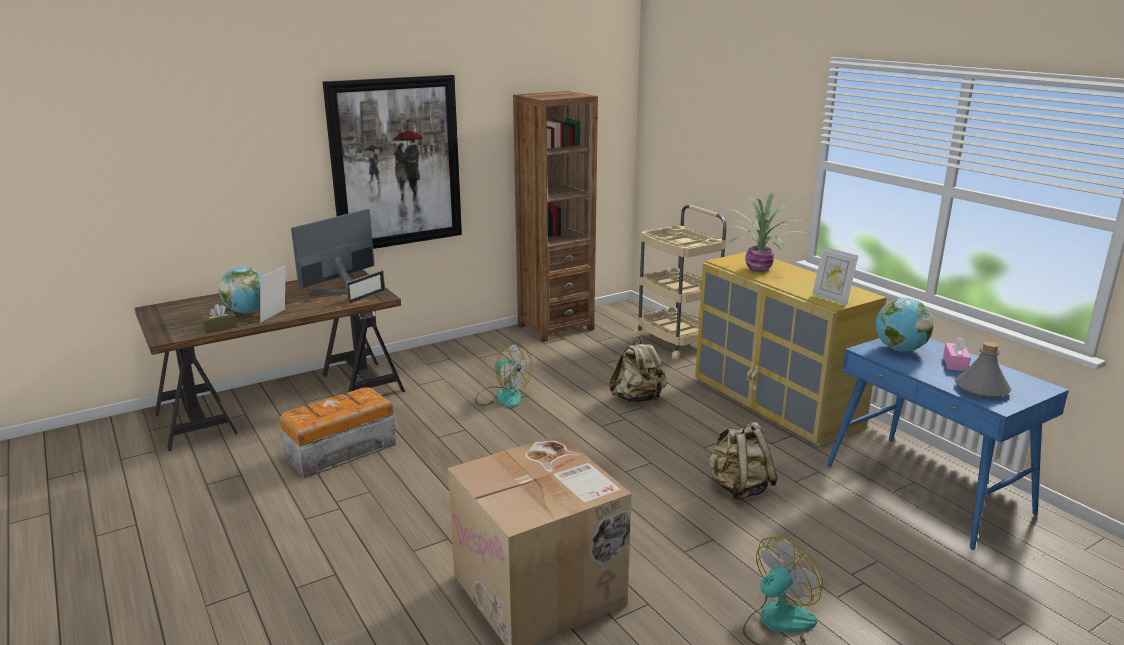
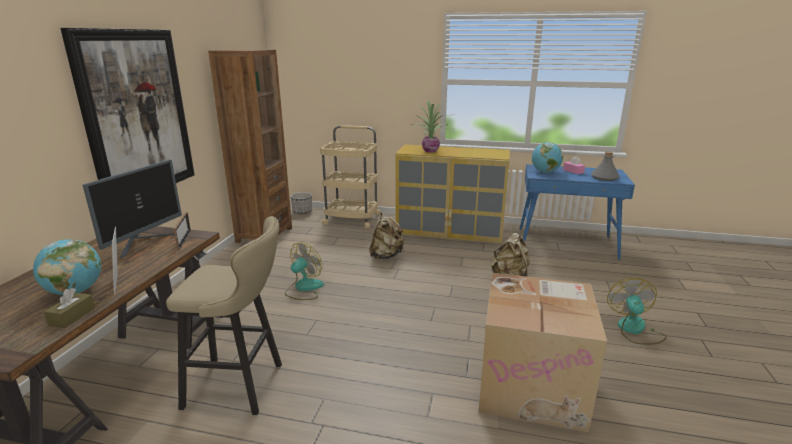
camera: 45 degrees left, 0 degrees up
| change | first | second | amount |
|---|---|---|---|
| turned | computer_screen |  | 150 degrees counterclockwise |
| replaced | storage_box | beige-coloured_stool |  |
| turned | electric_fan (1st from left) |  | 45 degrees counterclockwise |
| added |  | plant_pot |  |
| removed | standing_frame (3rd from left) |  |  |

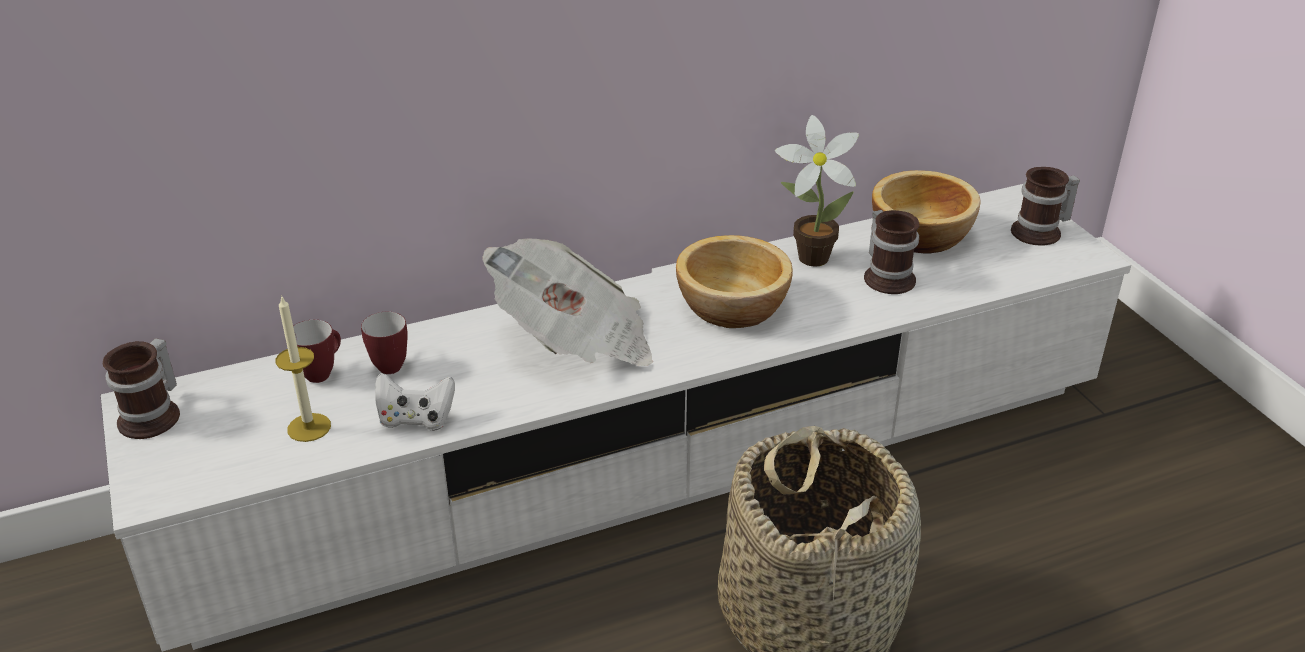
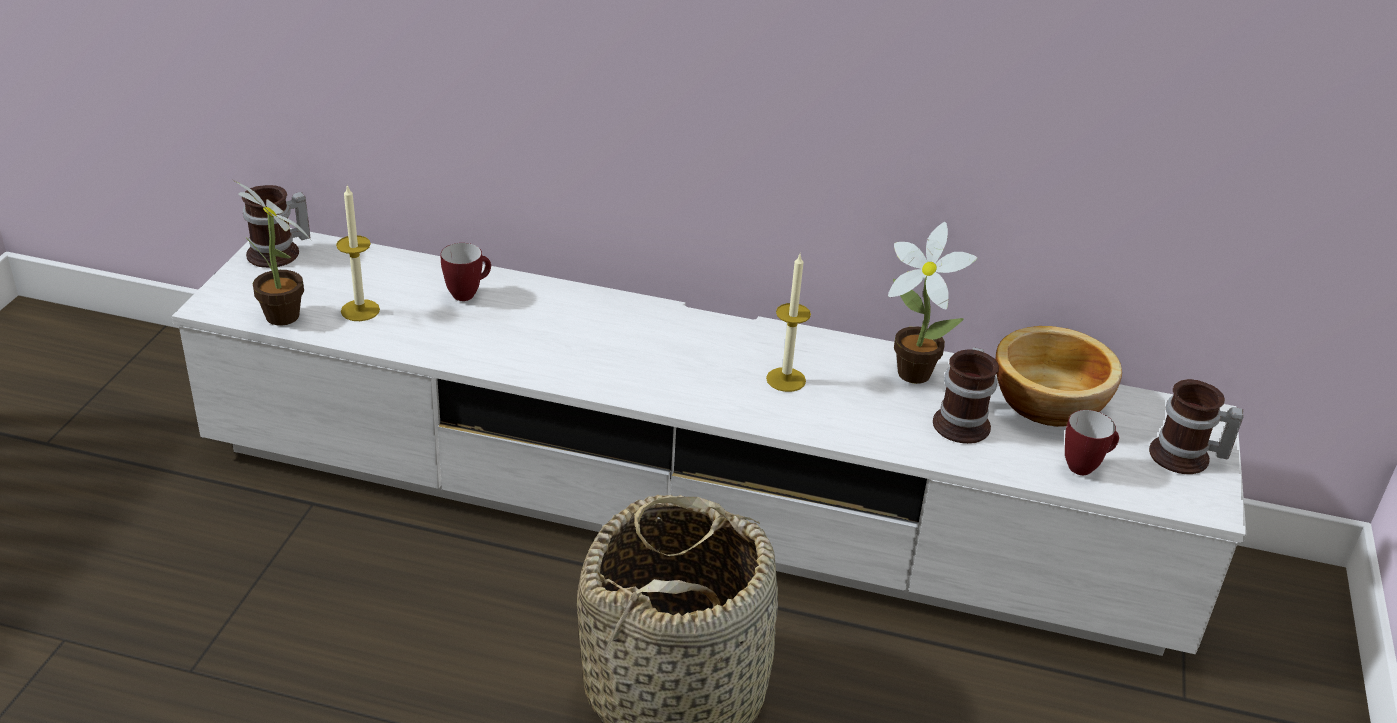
camera: 35 degrees right, 0 degrees up
| change | first | second | amount |
|---|---|---|---|
| added |  | houseplant (1st from left) |  |
| replaced | deep_dish (1st from left) | candle (2nd from left) |  |
| moved | coffee_mug (2nd from left in the first image) | coffee_mug (4th from left) |  |
| removed | white_game_controller |  |  |
| removed | daily_paper |  |  |

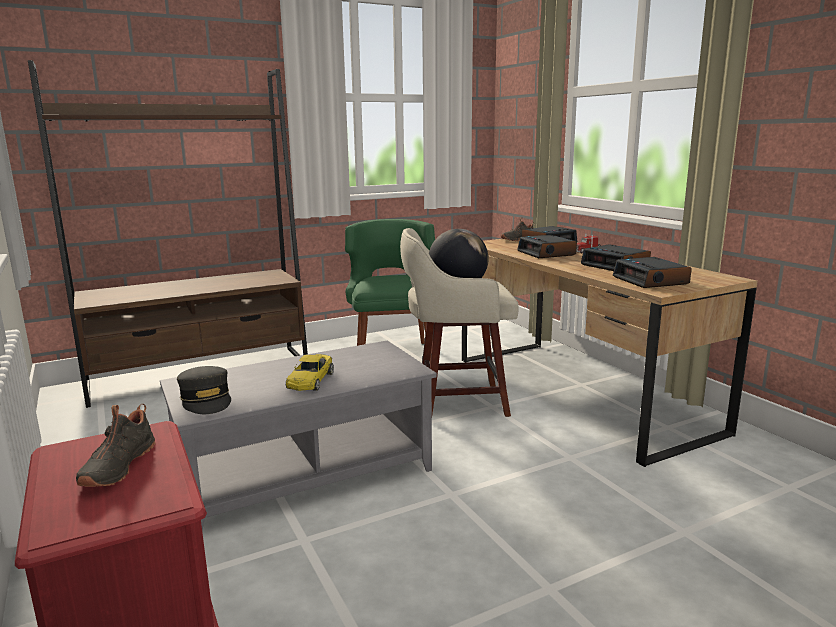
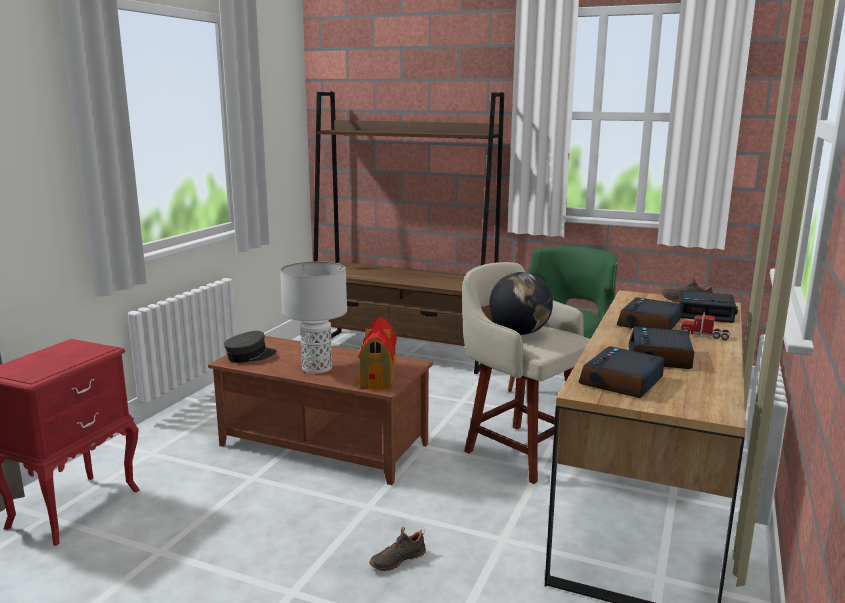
camera: 50 degrees right, 0 degrees up
| change | first | second | amount |
|---|---|---|---|
| recoloured | gray_lounge_table | brownish_lounge_table |  |
| turned | gray_cap |  | 150 degrees counterclockwise |
| replaced | yellow-coloured_model_car | white_tabletop_lamp |  |
| added |  | toy_house |  |
| moved | black-coloured_shoe (1st from left) |  |  |

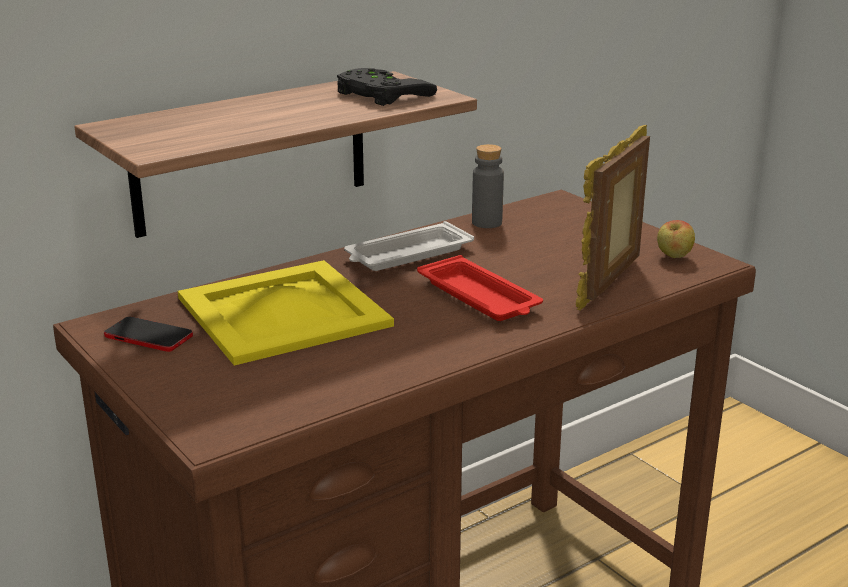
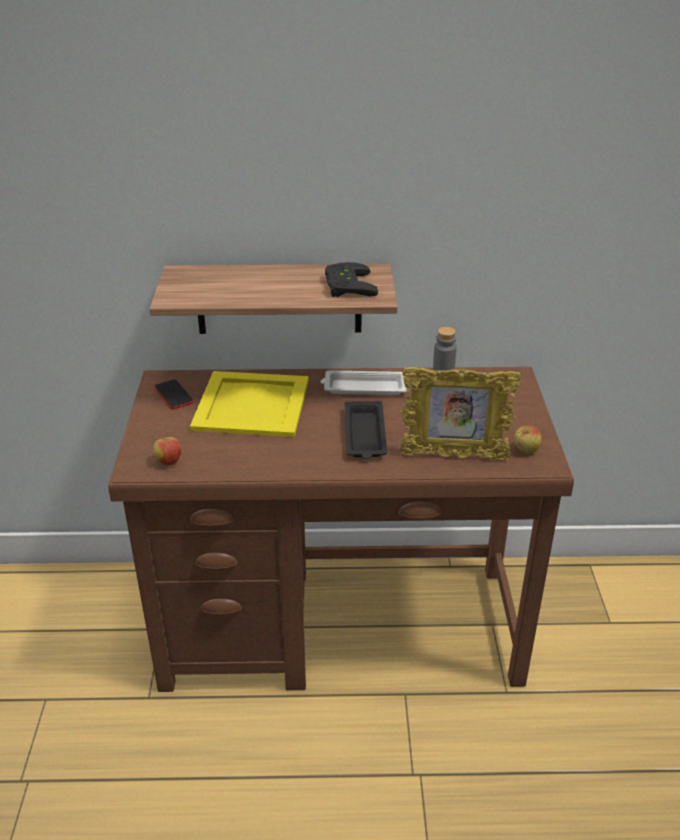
camera: 35 degrees right, 10 degrees up
| change | first | second | amount |
|---|---|---|---|
| added |  | apple_fruit (1st from left) |  |
| recoloured | red-coloured_tray | black-coloured_tray |  |
| turned | standing_frame |  | 150 degrees counterclockwise |

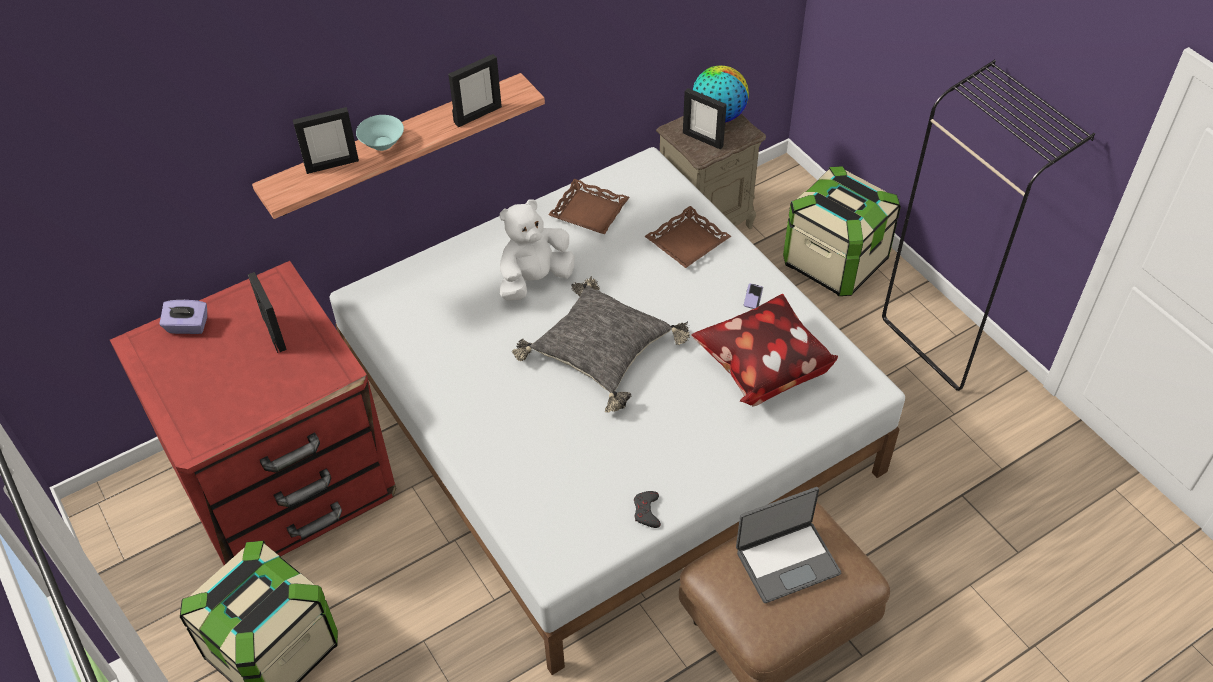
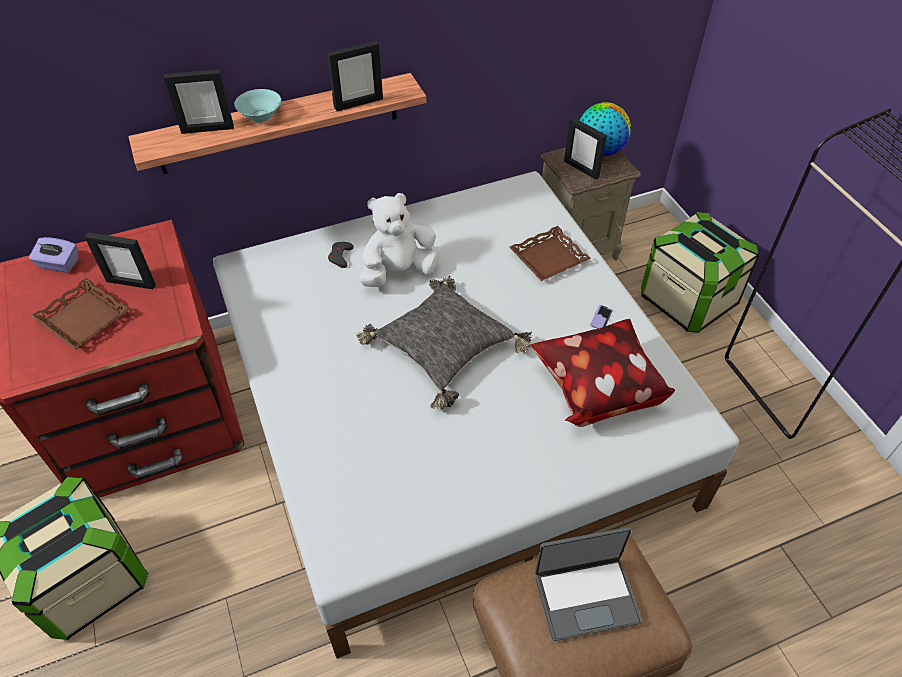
camera: 10 degrees right, 0 degrees up
| change | first | second | amount |
|---|---|---|---|
| moved | brownish_tray (1st from left) |  |  |
| turned | standing_frame (1st from left) |  | 120 degrees clockwise |
| moved | gray_game_controller |  |  |

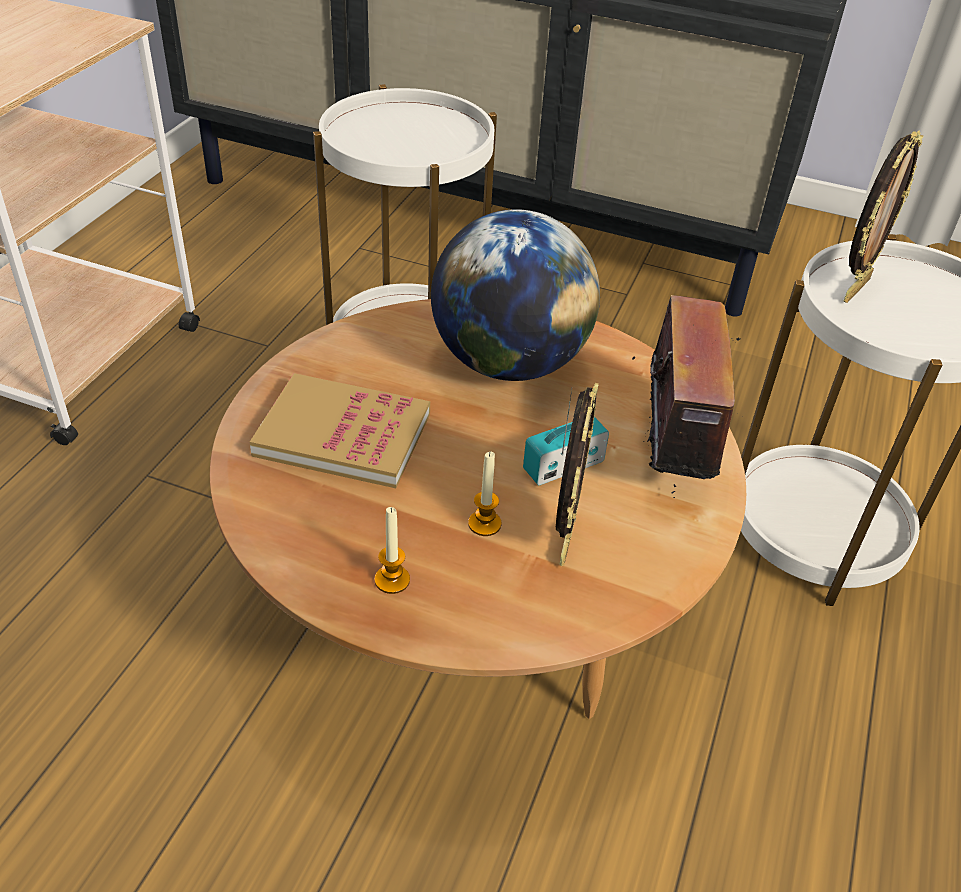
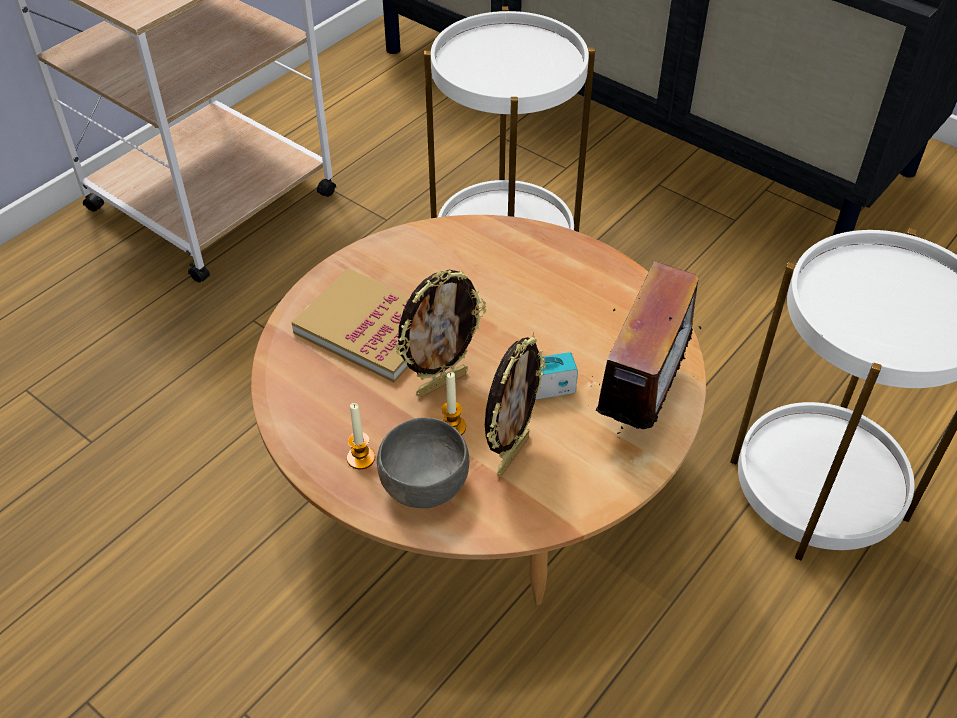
camera: 20 degrees right, 5 degrees up
| change | first | second | amount |
|---|---|---|---|
| added |  | gray_deep_dish |  |
| moved | standing_frame (2nd from left in the first image) | standing_frame (1st from left) |  |
| removed | globe |  |  |

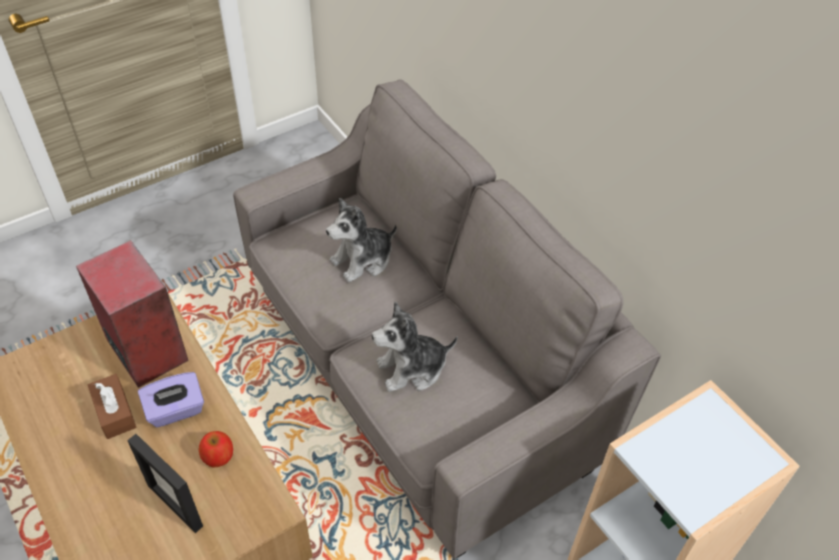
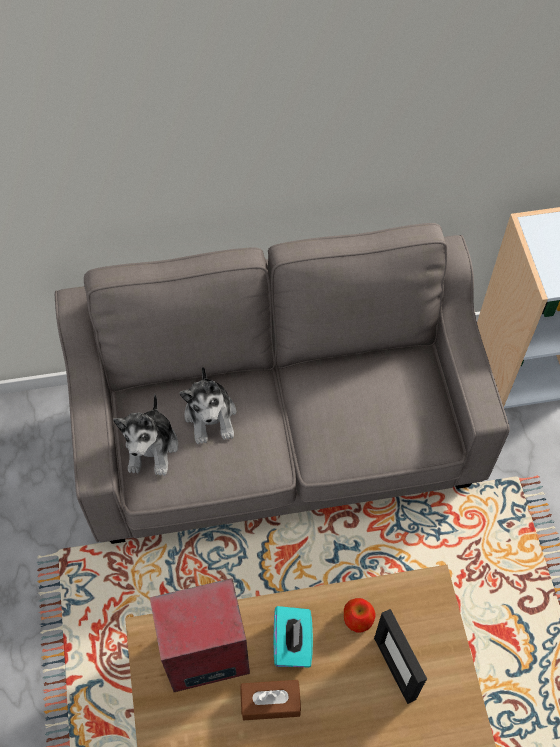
camera: 65 degrees left, 10 degrees up
| change | first | second | amount |
|---|---|---|---|
| moved | soft_toy (2nd from left in the first image) | soft_toy (1st from left) |  |
| recoloured | purple-coloured_tissue_box | turquoise-coloured_tissue_box |  |
| turned | standing_frame |  | 90 degrees clockwise |

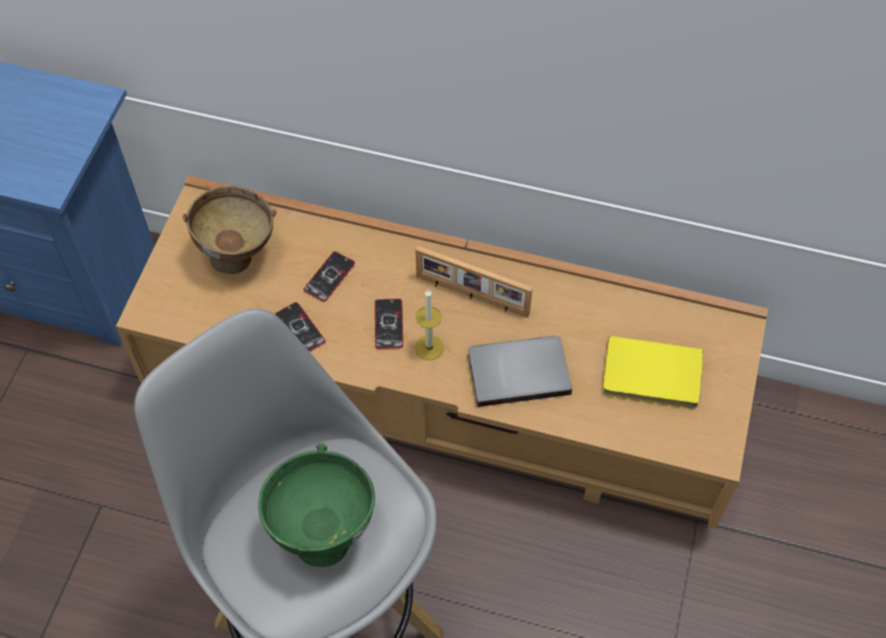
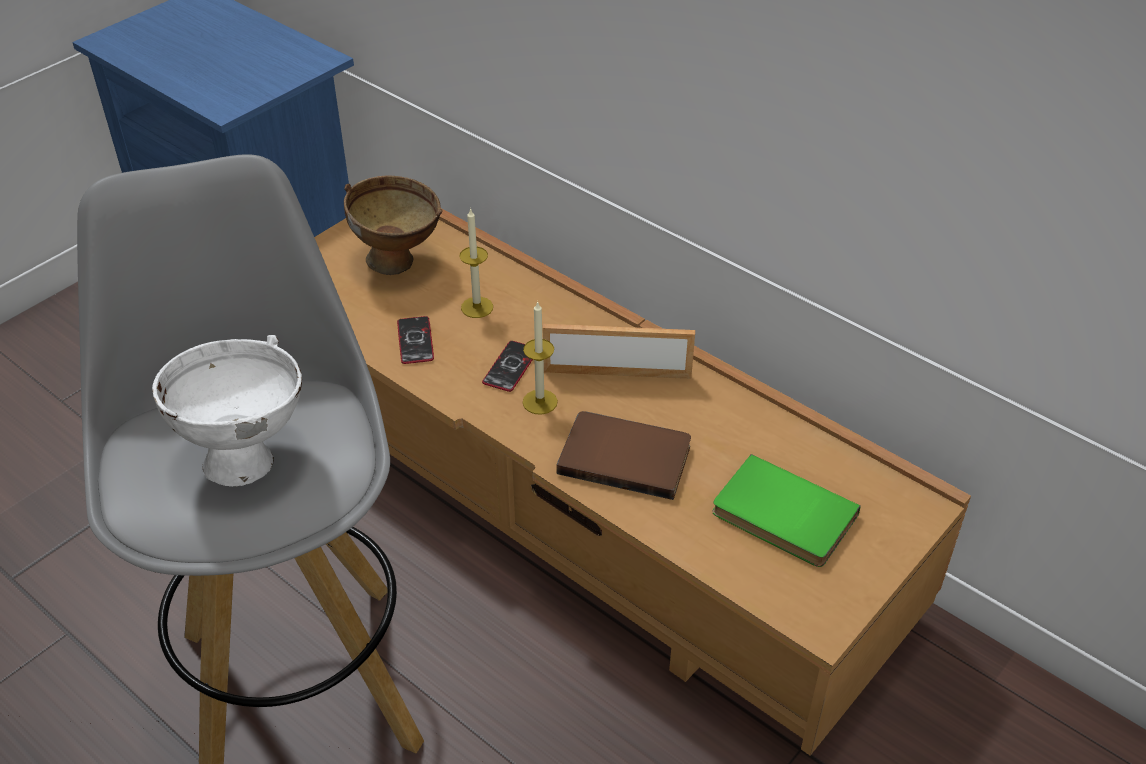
camera: 25 degrees right, 15 degrees down
| change | first | second | amount |
|---|---|---|---|
| recoloured | green-coloured_deep_dish | white_deep_dish |  |
| replaced | phone (2nd from left) | candle (1st from left) |  |
| turned | standing_frame |  | 135 degrees clockwise |
| recoloured | gray_volume | brownish_volume |  |
| recoloured | yellow-coloured_volume | green-coloured_volume |  |

